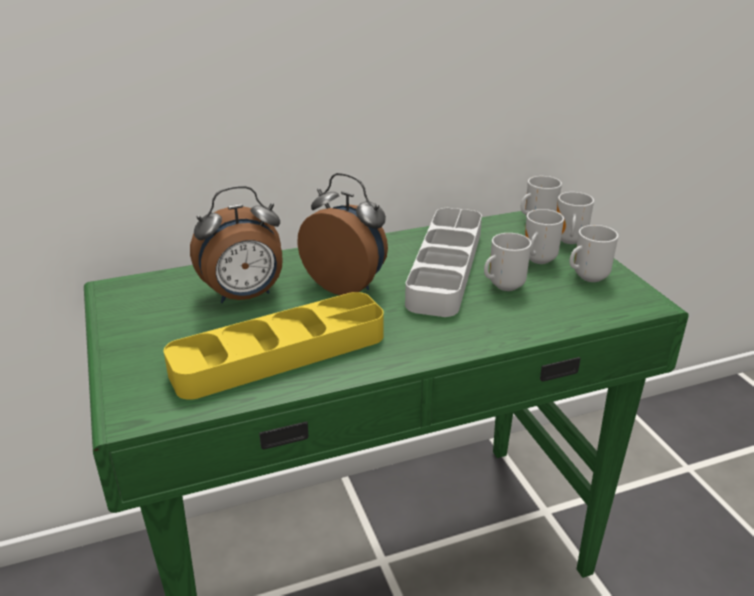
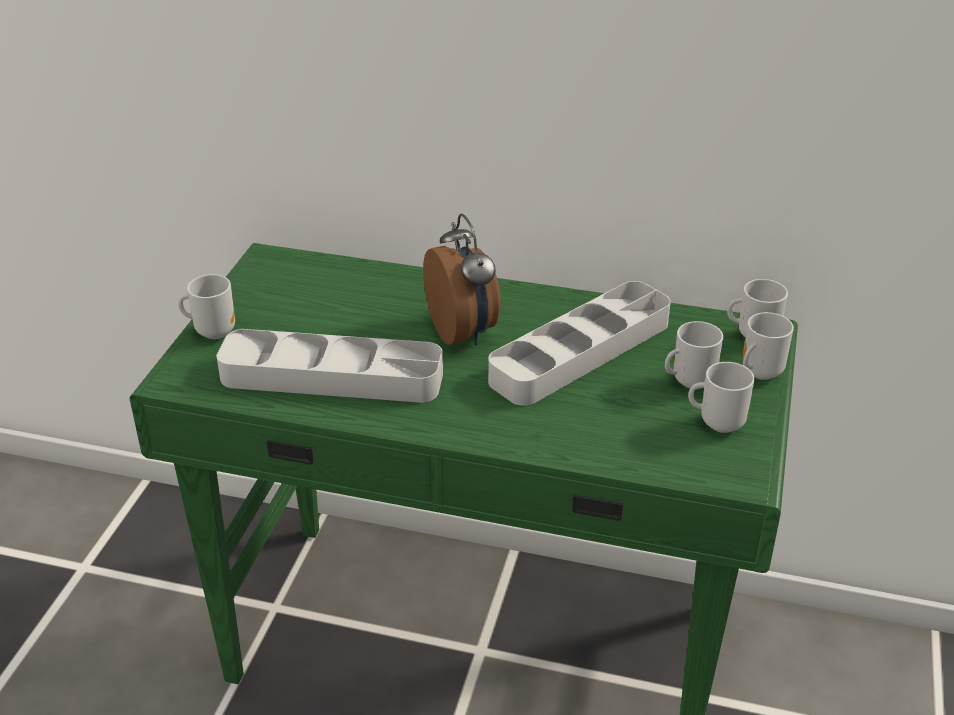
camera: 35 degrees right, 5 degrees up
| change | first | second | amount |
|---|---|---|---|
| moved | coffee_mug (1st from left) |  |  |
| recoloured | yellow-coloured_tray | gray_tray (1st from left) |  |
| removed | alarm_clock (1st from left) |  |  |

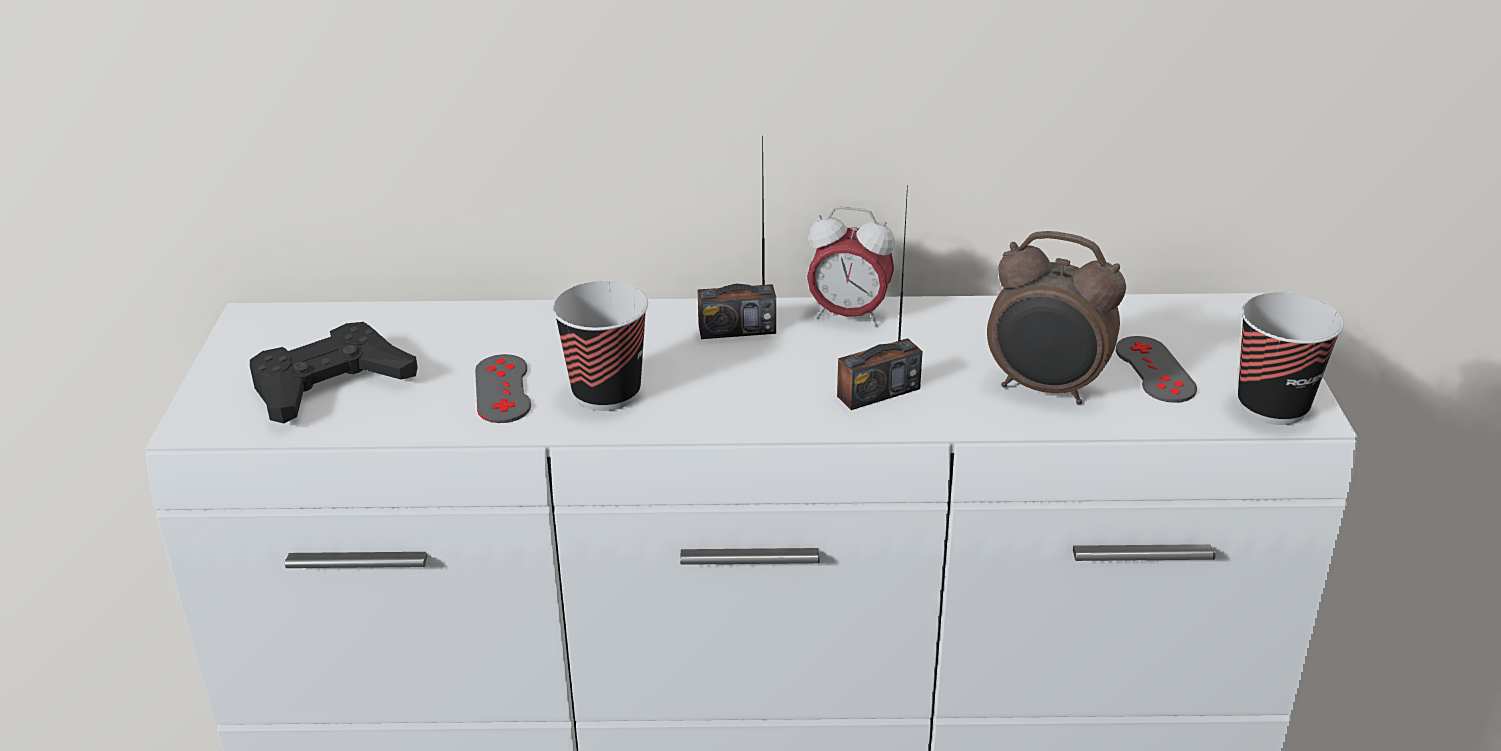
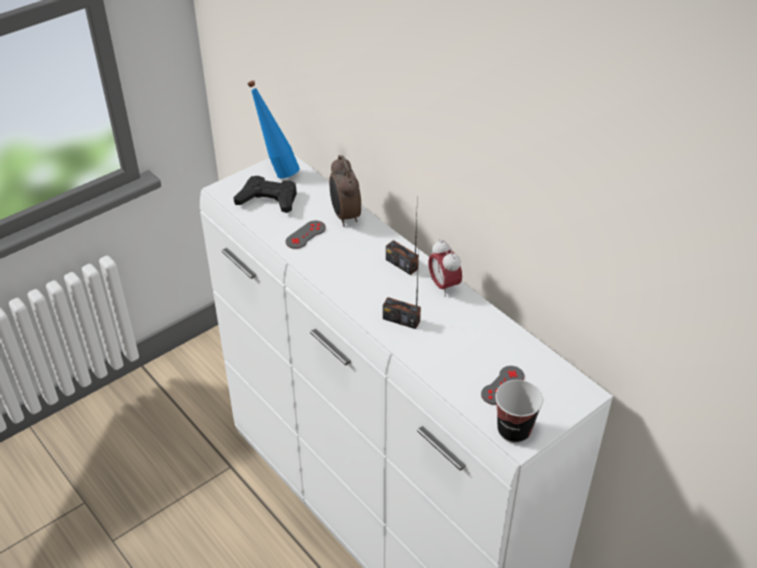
camera: 50 degrees right, 10 degrees up
| change | first | second | amount |
|---|---|---|---|
| added |  | blue-coloured_beverage_bottle |  |
| moved | alarm_clock (2nd from left in the first image) | alarm_clock (1st from left) |  |
| removed | drinking_cup (1st from left) |  |  |

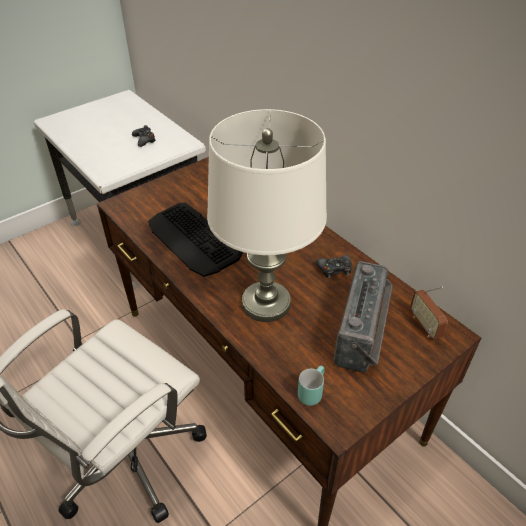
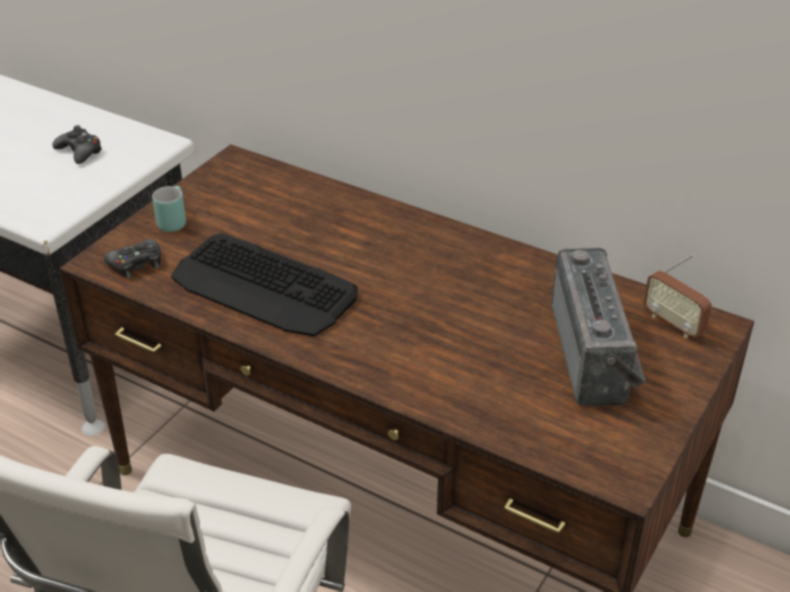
camera: 20 degrees left, 5 degrees down
| change | first | second | amount |
|---|---|---|---|
| moved | black-coloured_game_controller (2nd from left) |  |  |
| moved | turquoise-coloured_coffee_mug |  |  |
| removed | white_tabletop_lamp |  |  |

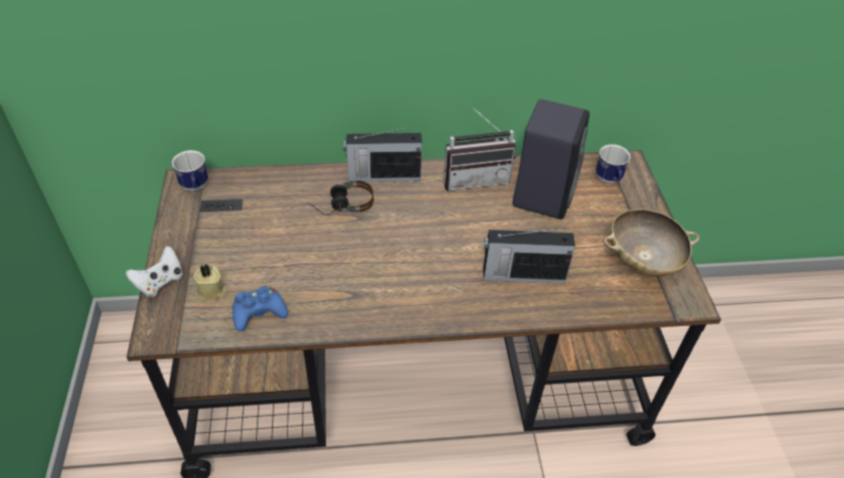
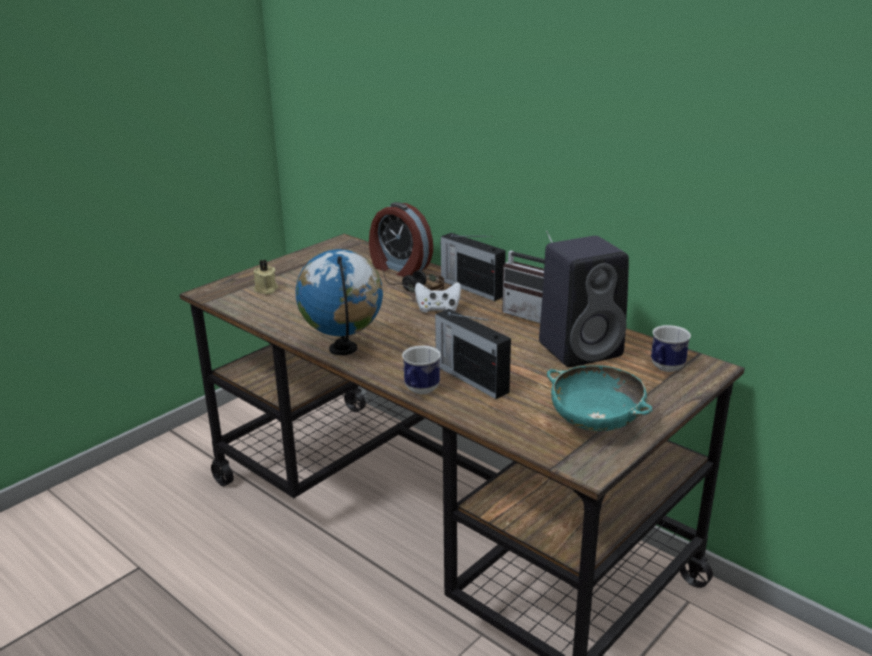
camera: 50 degrees right, 20 degrees down
| change | first | second | amount |
|---|---|---|---|
| added |  | globe |  |
| added |  | alarm_clock |  |
| moved | coffee_mug (1st from left) |  |  |
| moved | white_game_controller |  |  |
| recoloured | beige-coloured_deep_dish | turquoise-coloured_deep_dish |  |
| removed | blue-coloured_game_controller |  |  |

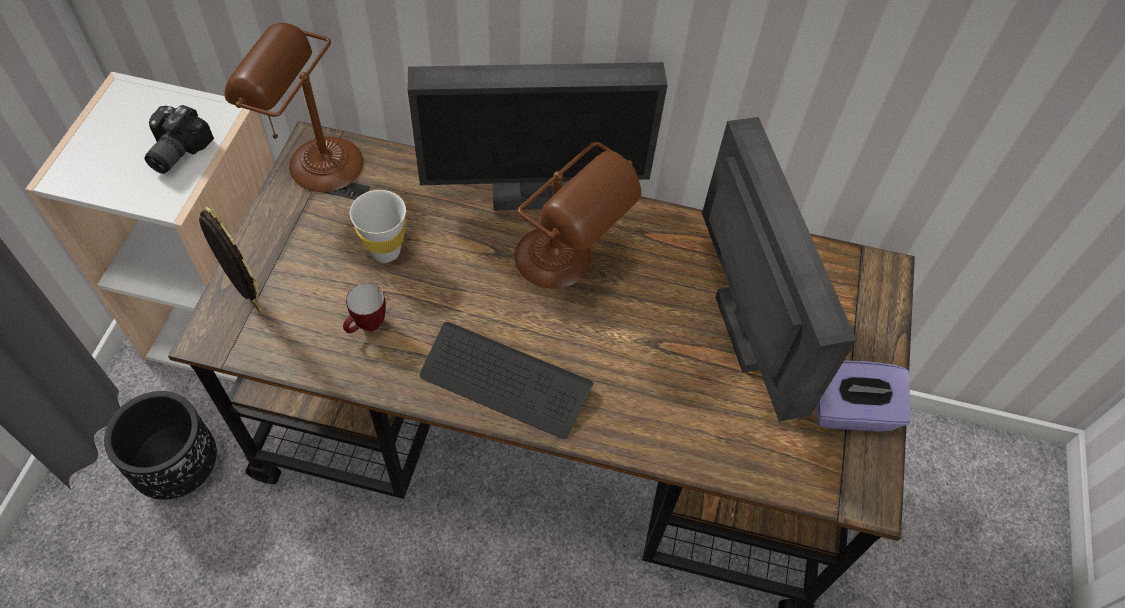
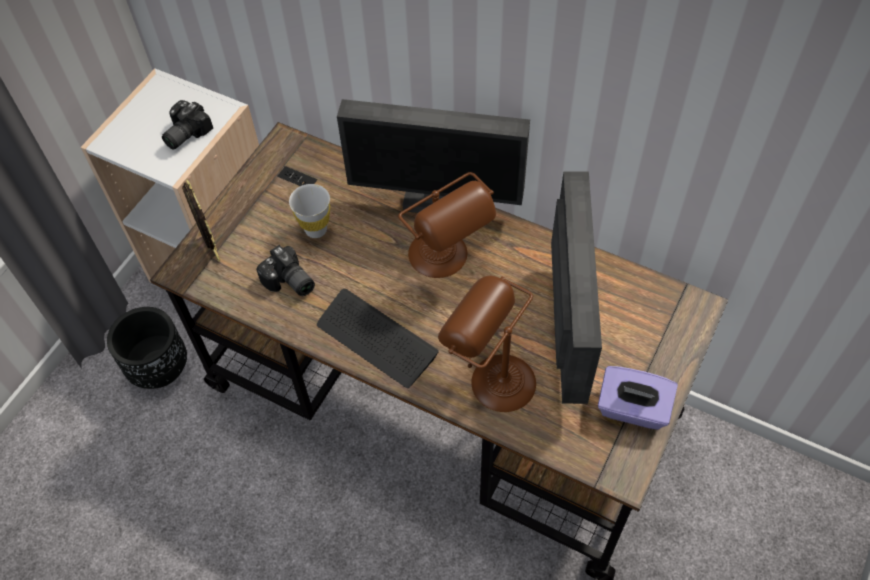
camera: 20 degrees right, 0 degrees up
| change | first | second | amount |
|---|---|---|---|
| replaced | coffee_mug | photo_camera (2nd from left) |  |
| moved | brownish_tabletop_lamp (1st from left in the first image) | brownish_tabletop_lamp (2nd from left) |  |

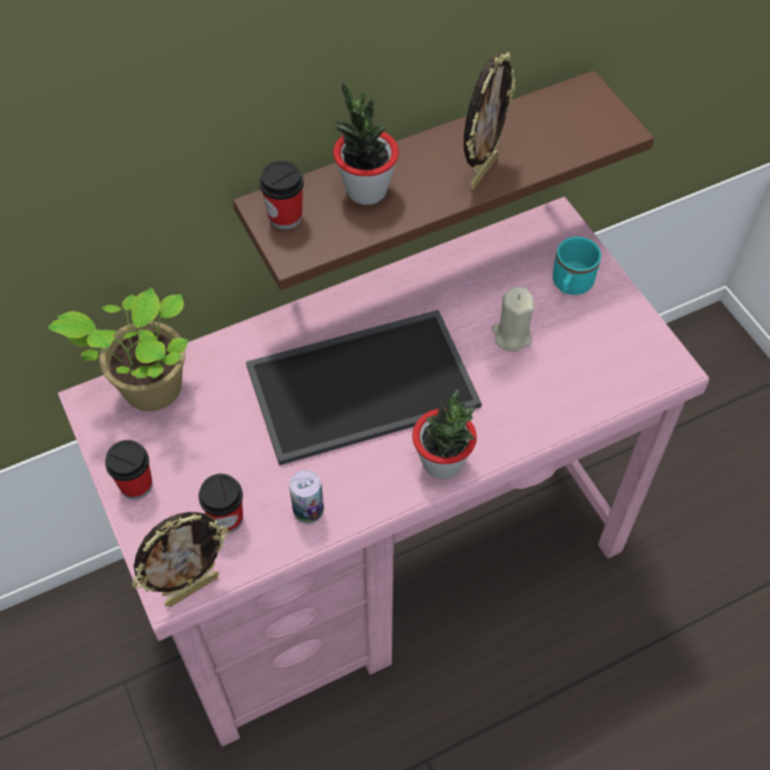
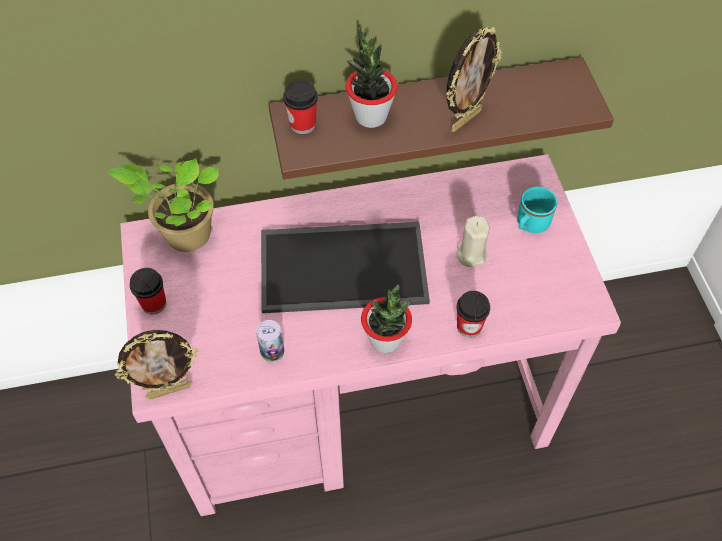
camera: 15 degrees right, 0 degrees up
| change | first | second | amount |
|---|---|---|---|
| moved | drinking_cup (2nd from left in the first image) | drinking_cup (3rd from left) |  |

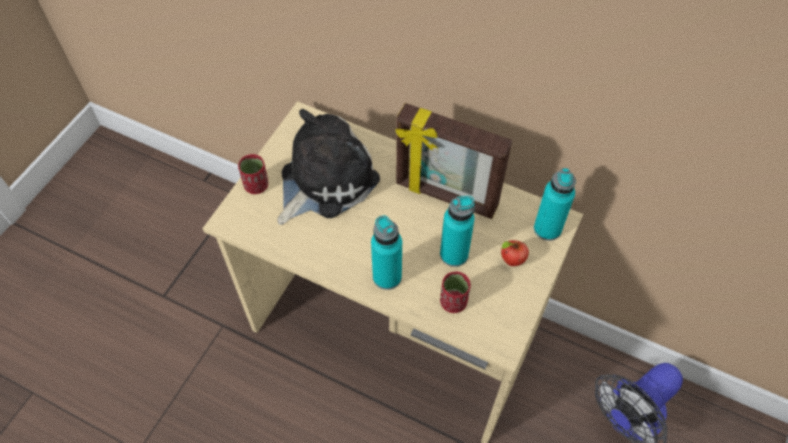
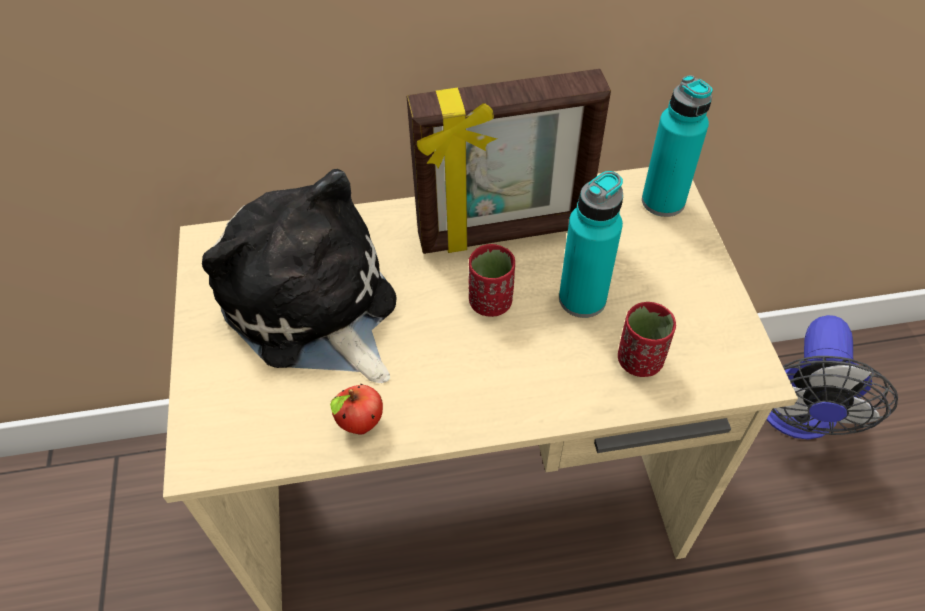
camera: 35 degrees left, 5 degrees down
| change | first | second | amount |
|---|---|---|---|
| turned | soft_toy |  | 45 degrees counterclockwise |
| moved | apple_fruit |  |  |
| moved | red-coloured_drinking_cup (1st from left) |  |  |
| removed | turquoise-coloured_beverage_bottle (1st from left) |  |  |

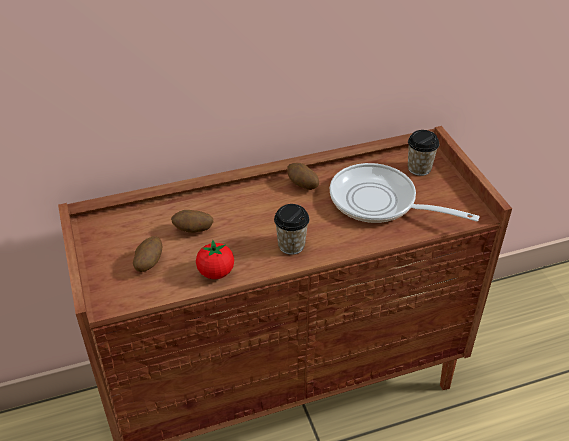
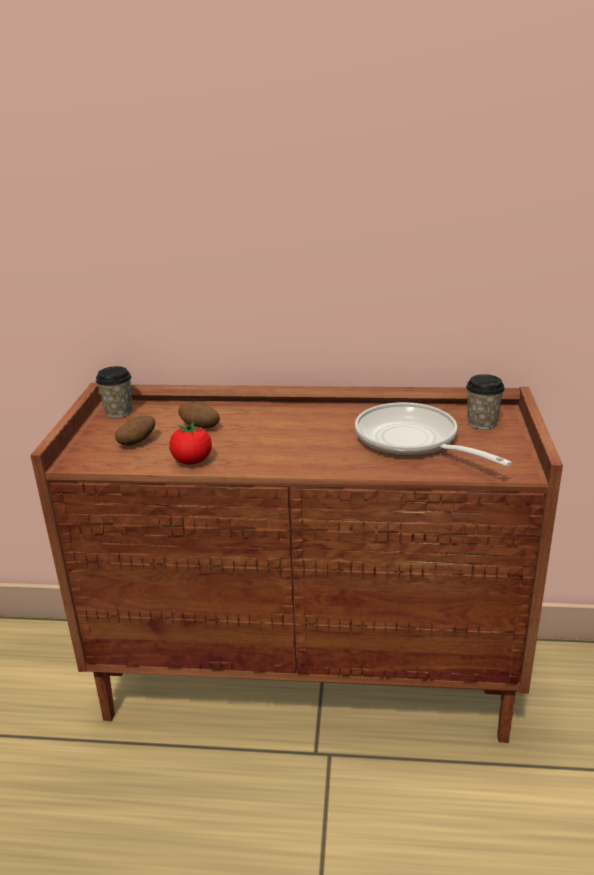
camera: 25 degrees right, 15 degrees down
| change | first | second | amount |
|---|---|---|---|
| moved | drinking_cup (1st from left) |  |  |
| removed | potato (3rd from left) |  |  |

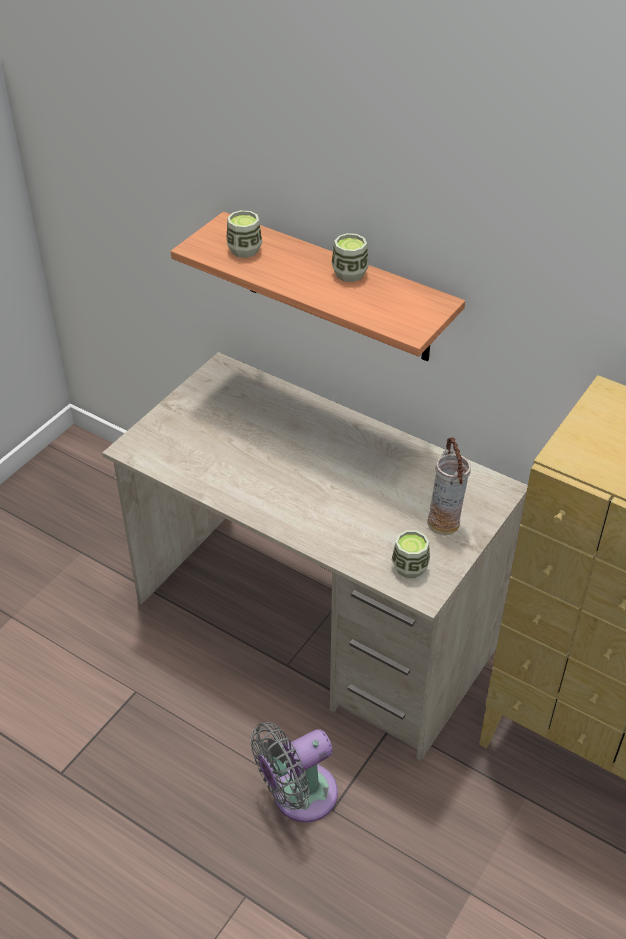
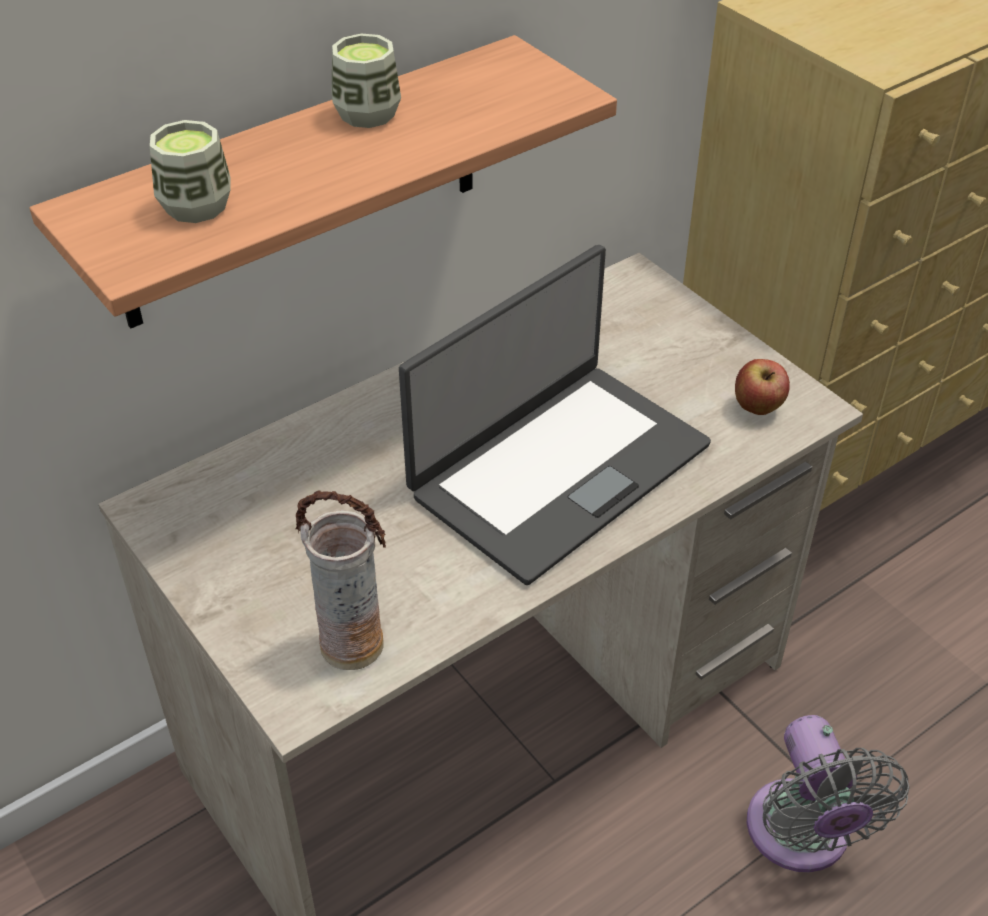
camera: 70 degrees left, 0 degrees up
| change | first | second | amount |
|---|---|---|---|
| moved | decorative_vase |  |  |
| added |  | notebook_computer |  |
| replaced | drinking_cup (3rd from left) | apple_fruit |  |

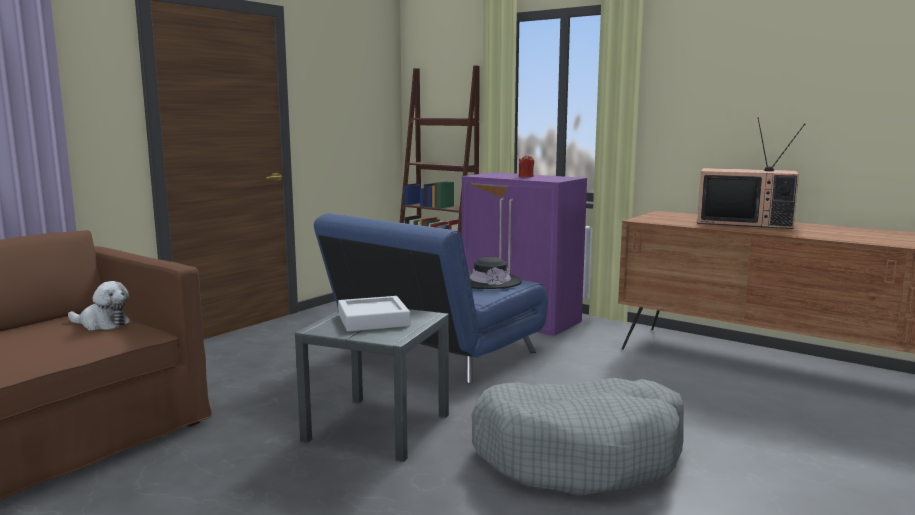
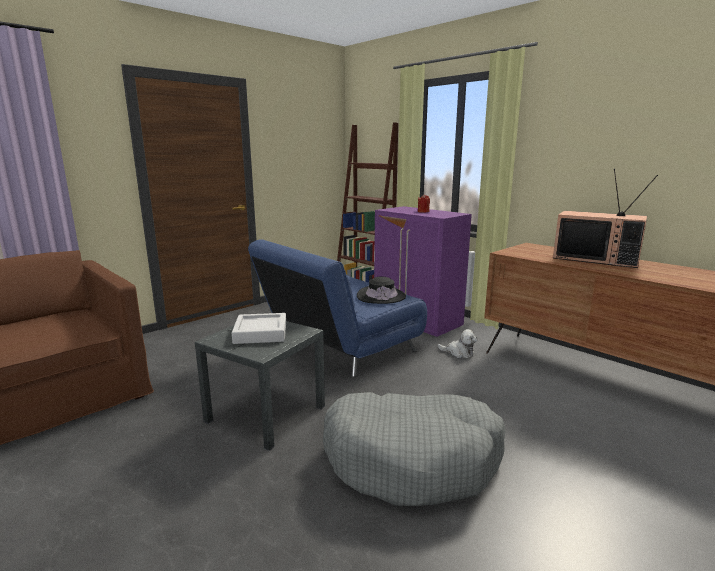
camera: 10 degrees right, 5 degrees up
| change | first | second | amount |
|---|---|---|---|
| moved | soft_toy |  |  |

